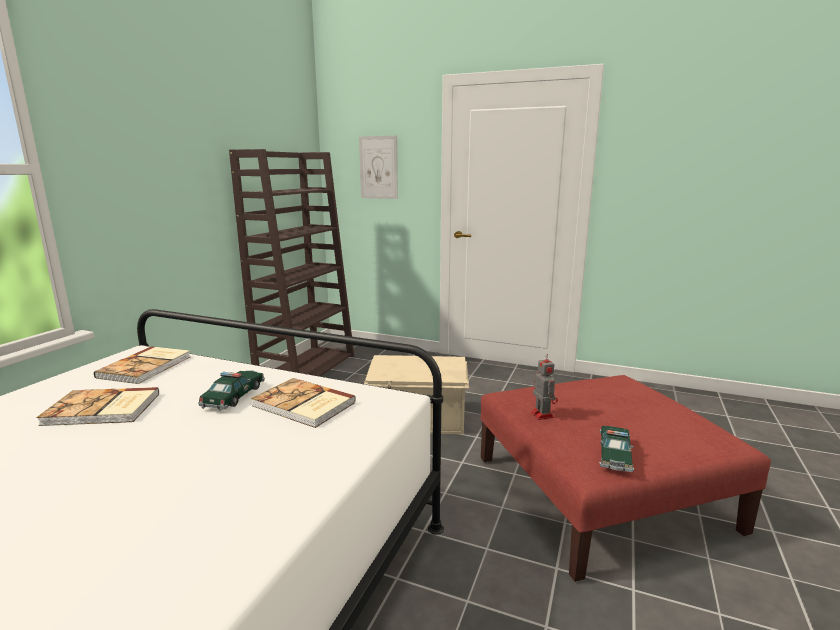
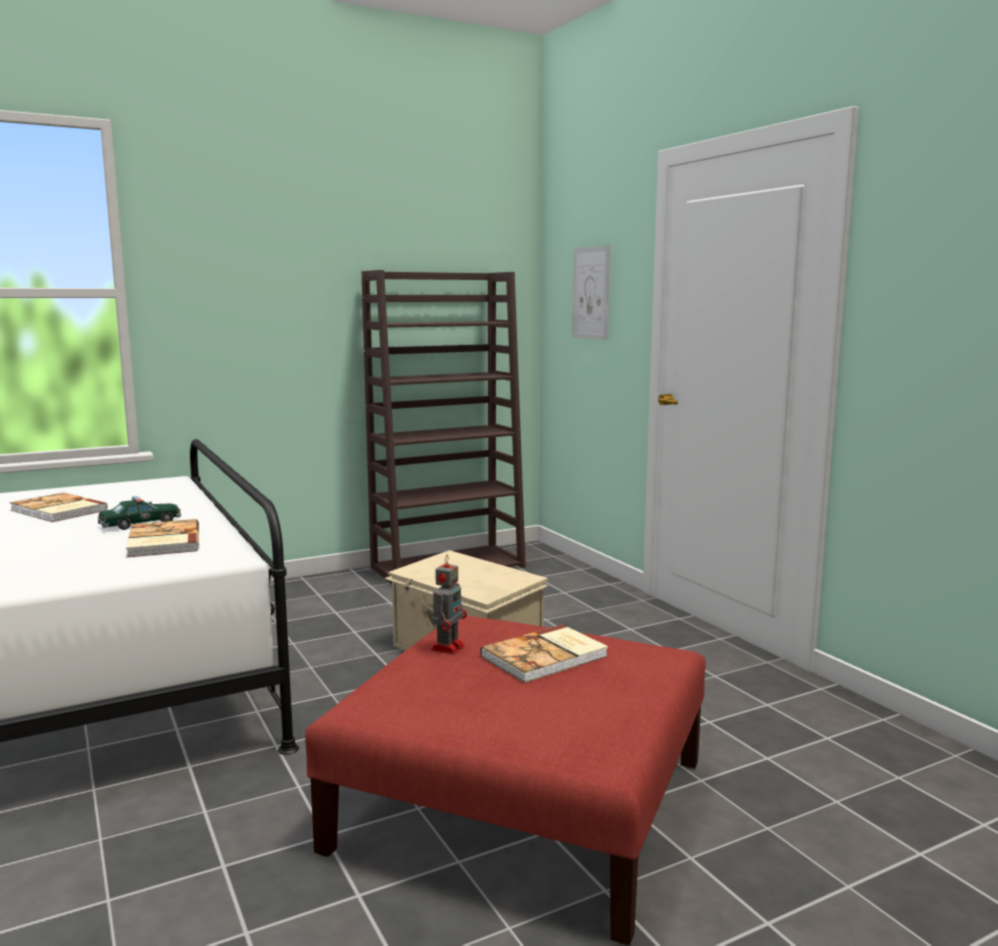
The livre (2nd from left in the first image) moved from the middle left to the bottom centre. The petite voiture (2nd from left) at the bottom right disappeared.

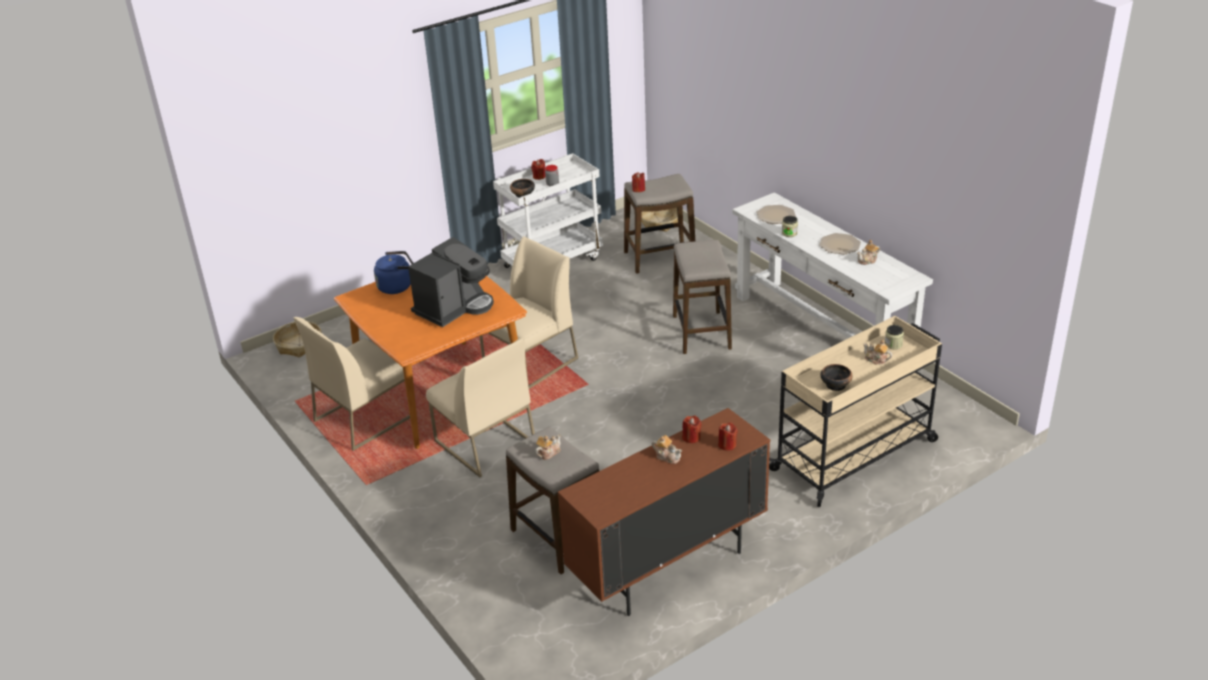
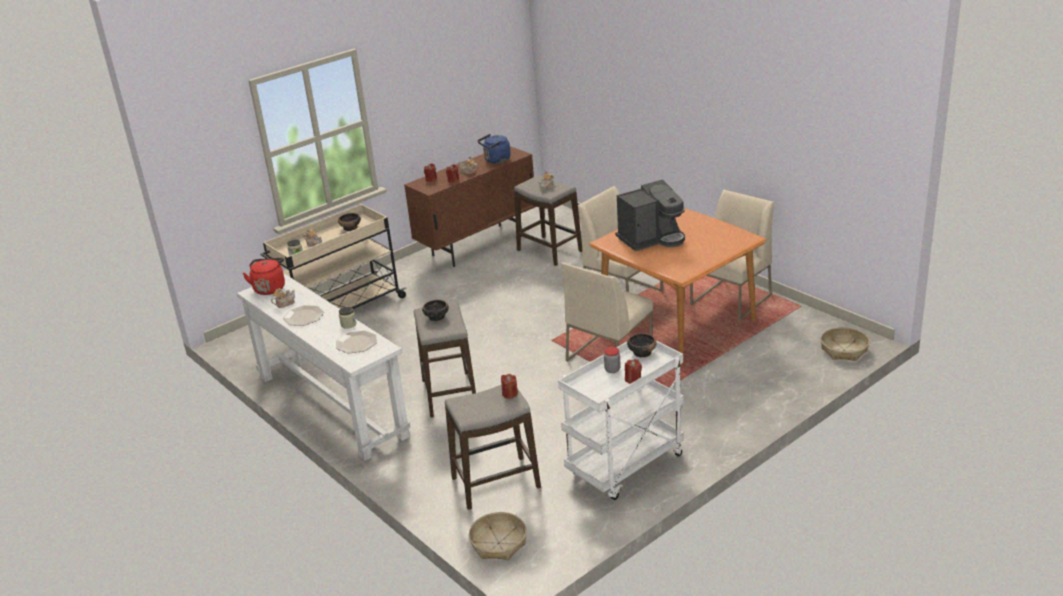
The bouilloire/bleu moved from the middle left to the top centre. The machine à café at the centre turned 150 degrees counterclockwise. The bouilloire/rouge at the middle left appeared. The bol (2nd from left) at the centre appeared.

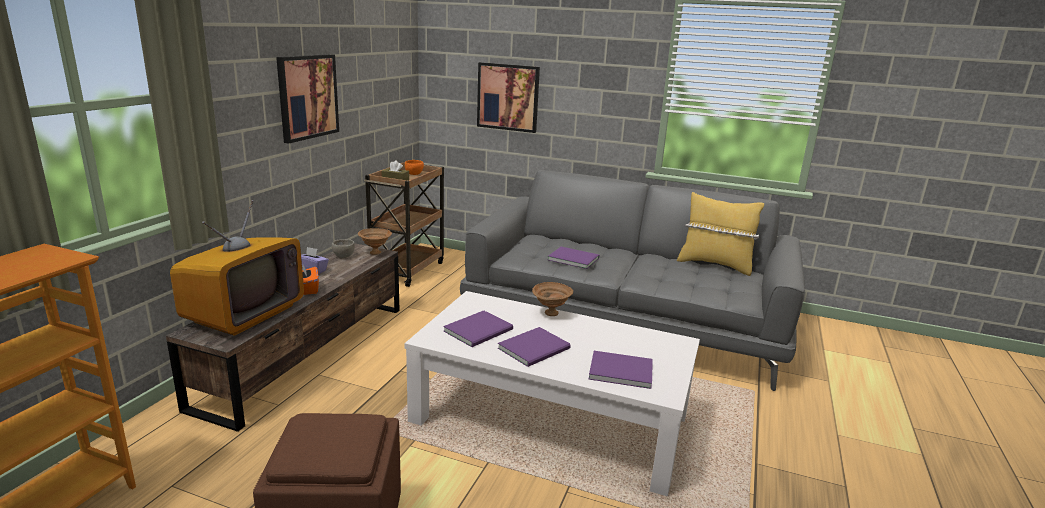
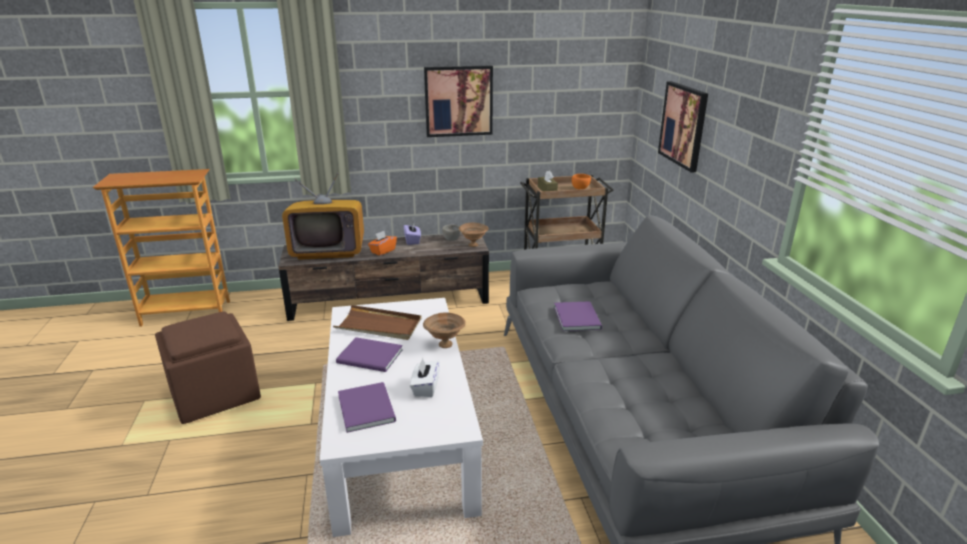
The livre/violet (1st from left) at the centre was replaced by the plateau/marron at the centre. The coussin/jaune at the middle right disappeared. The boîte à mouchoirs/blanc at the bottom centre appeared.

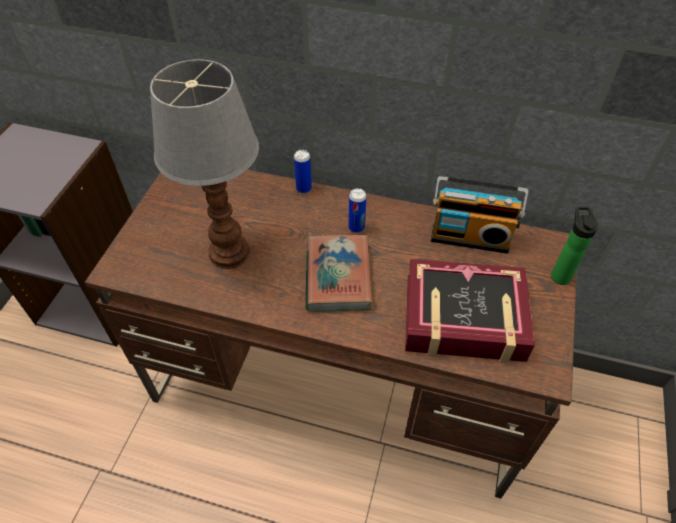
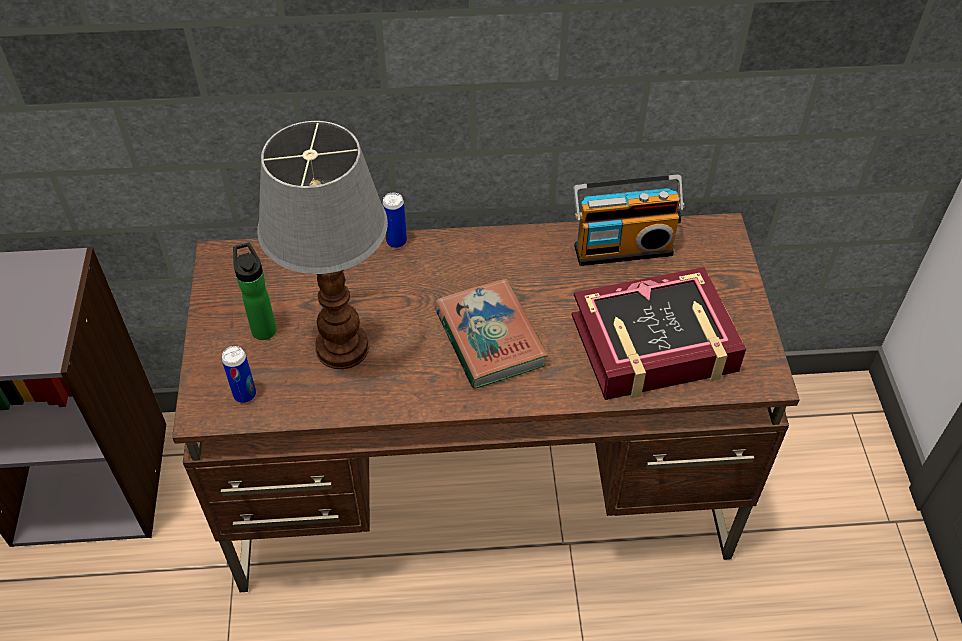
The boîte métallique (2nd from left in the first image) moved from the centre to the middle left. The bouteille moved from the middle right to the middle left.

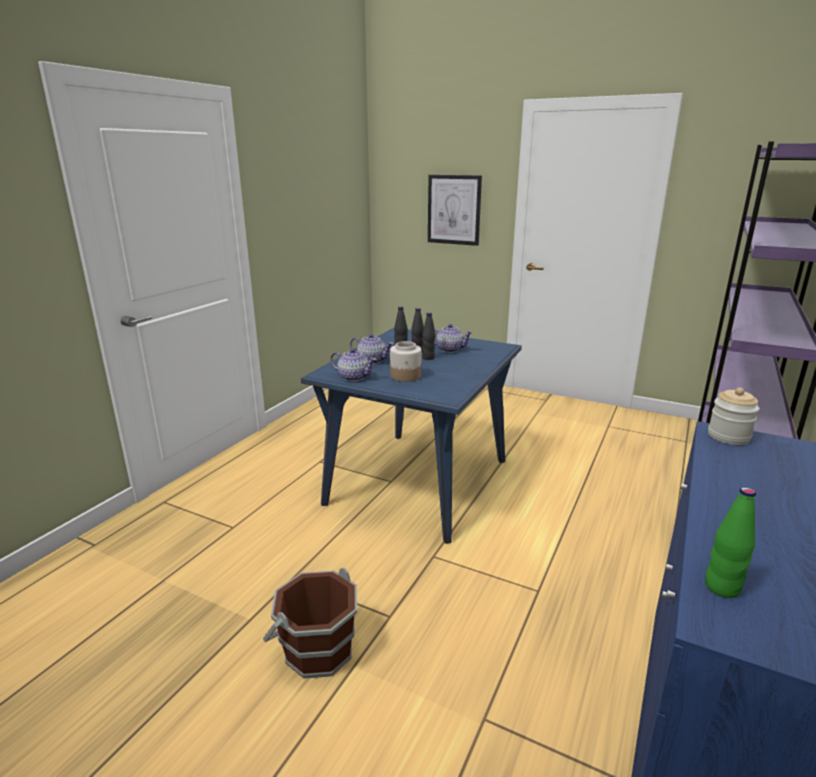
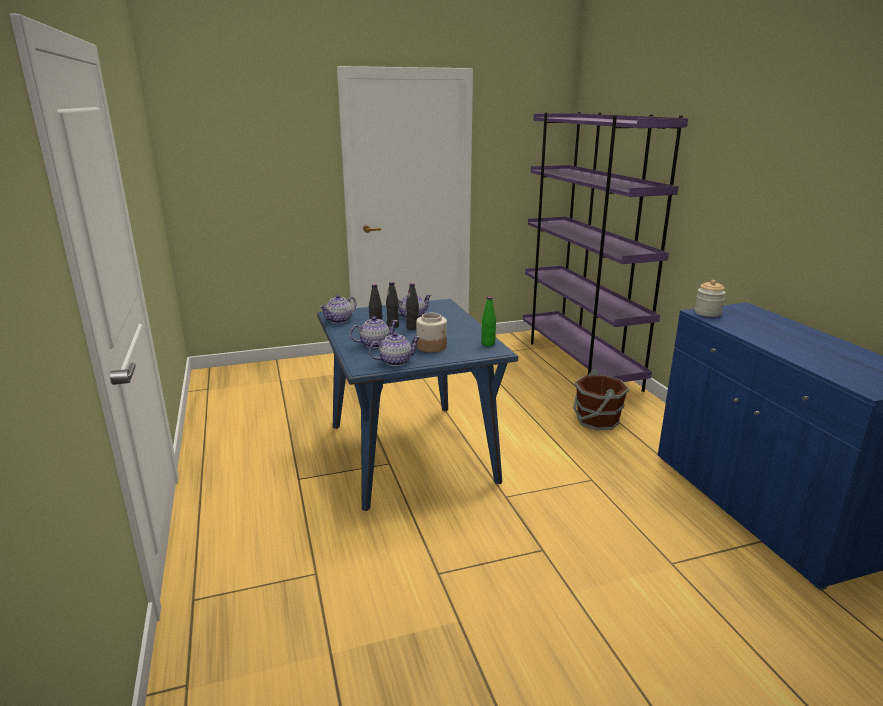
The seau/marron moved from the bottom centre to the middle right. The tableau at the top centre disappeared. The bouteille/vert moved from the bottom right to the centre. The théière (1st from left) at the centre appeared.

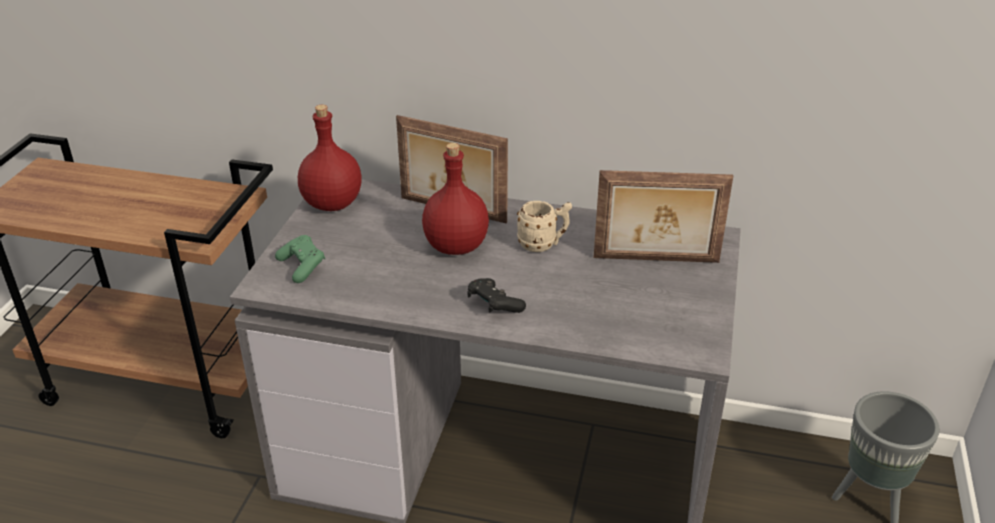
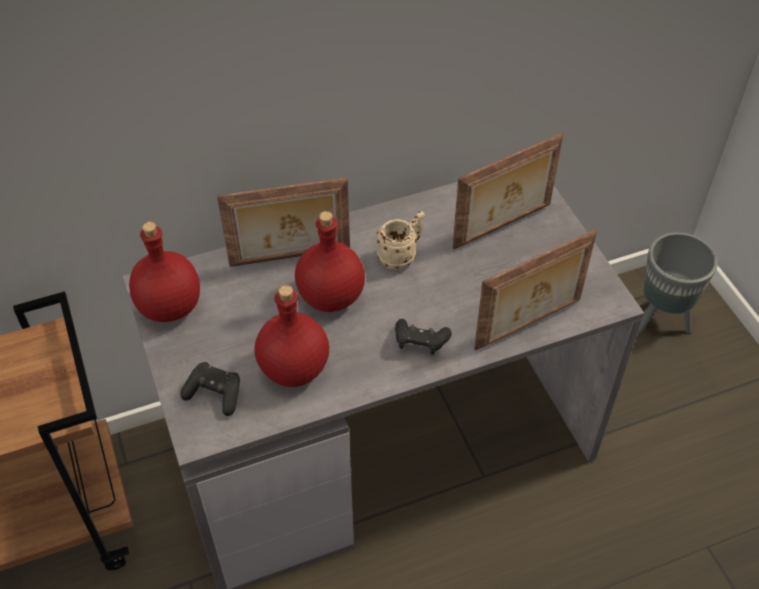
The manette/vert at the middle left became the manette/noir (1st from left) at the middle left. The bouteille/rouge (2nd from left) at the centre appeared. The cadre photo (3rd from left) at the middle right appeared.

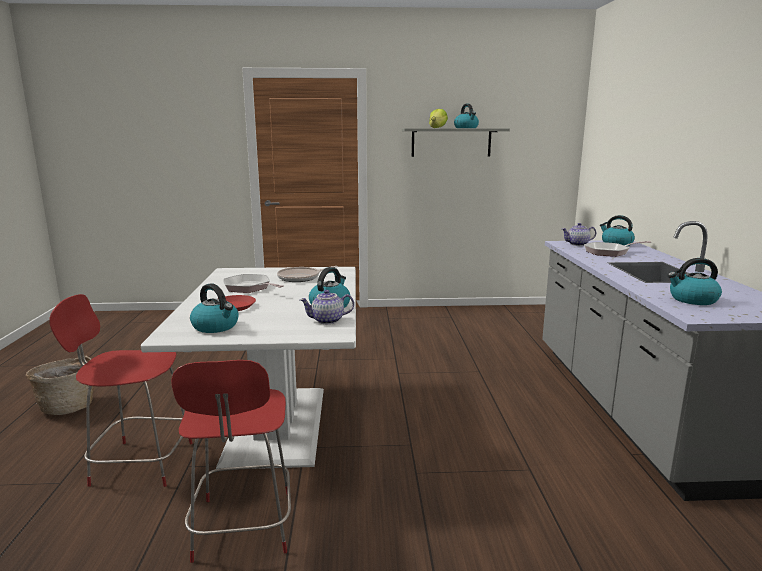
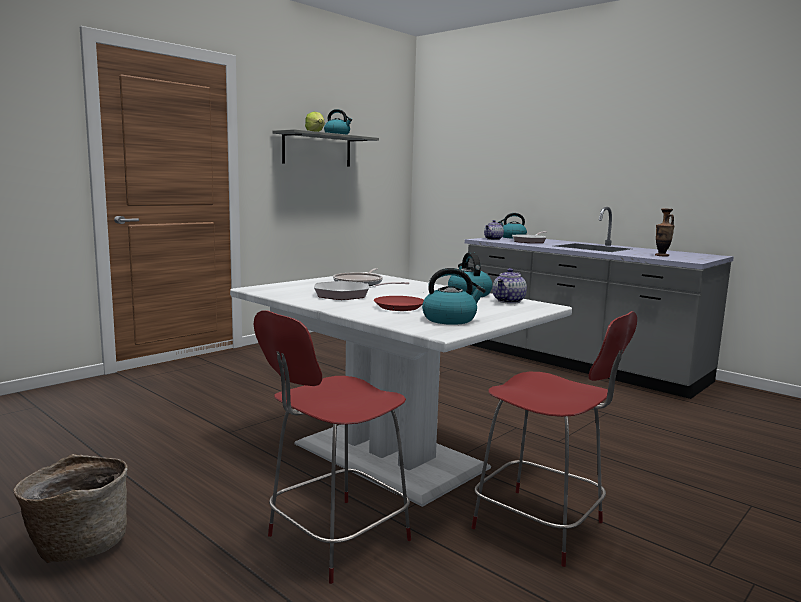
The bouilloire (5th from left) at the middle right was replaced by the vase at the middle right.

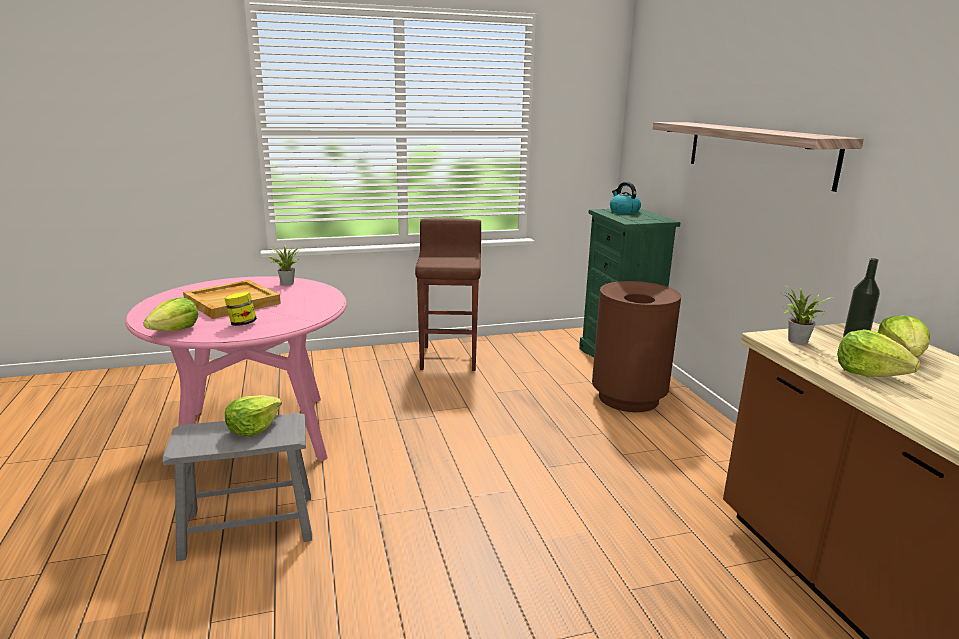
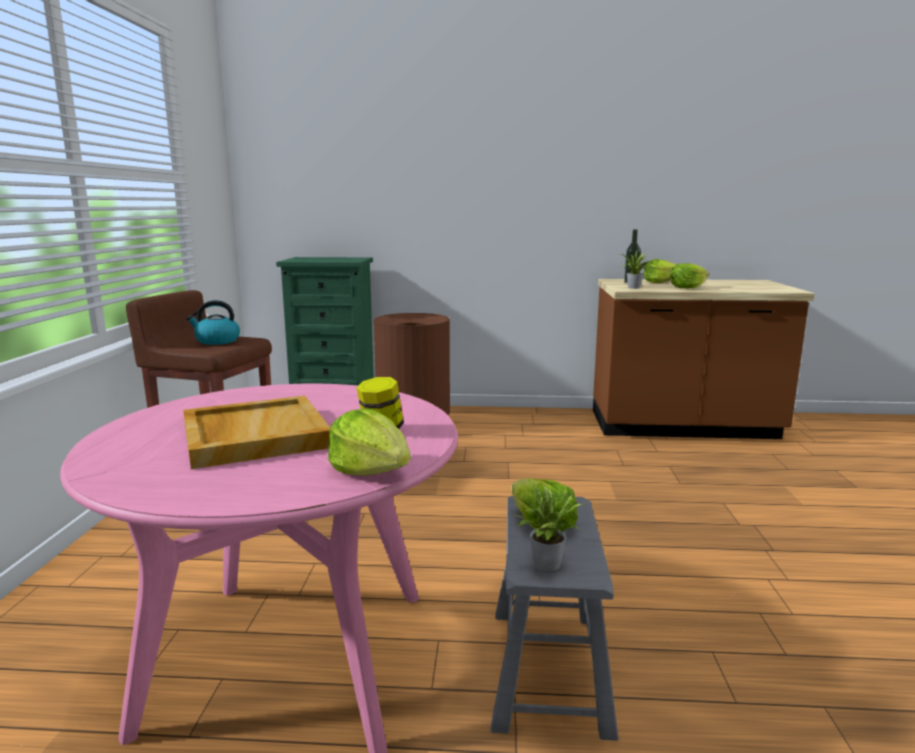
The plante en pot (1st from left) moved from the middle left to the bottom centre. The bouilloire moved from the top centre to the middle left. The étagère at the top right disappeared.

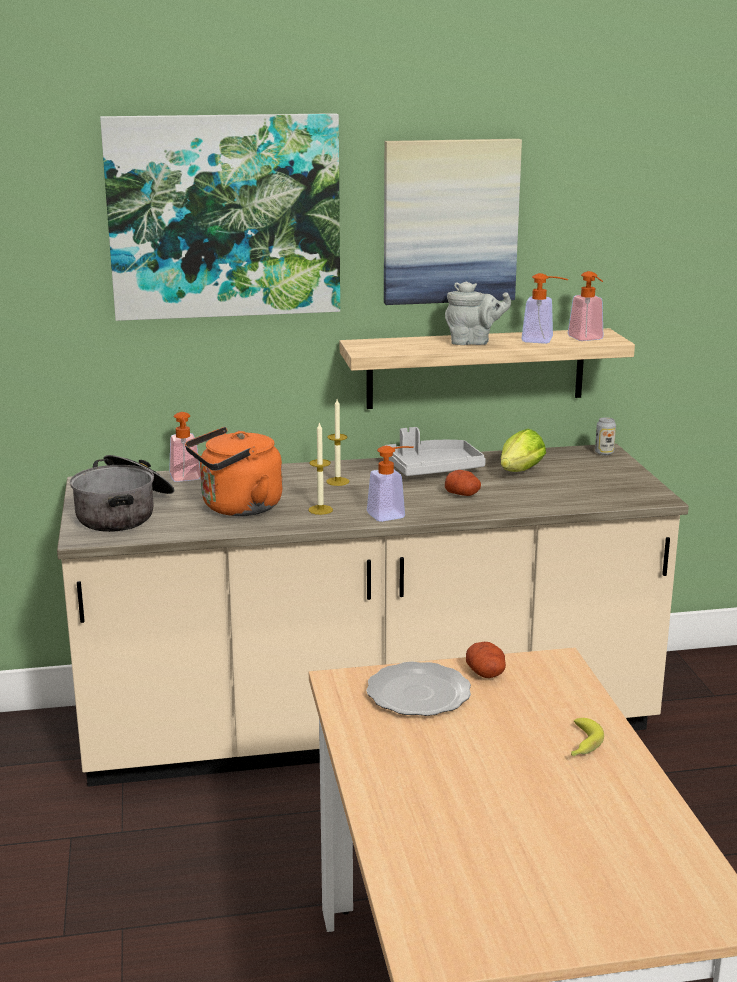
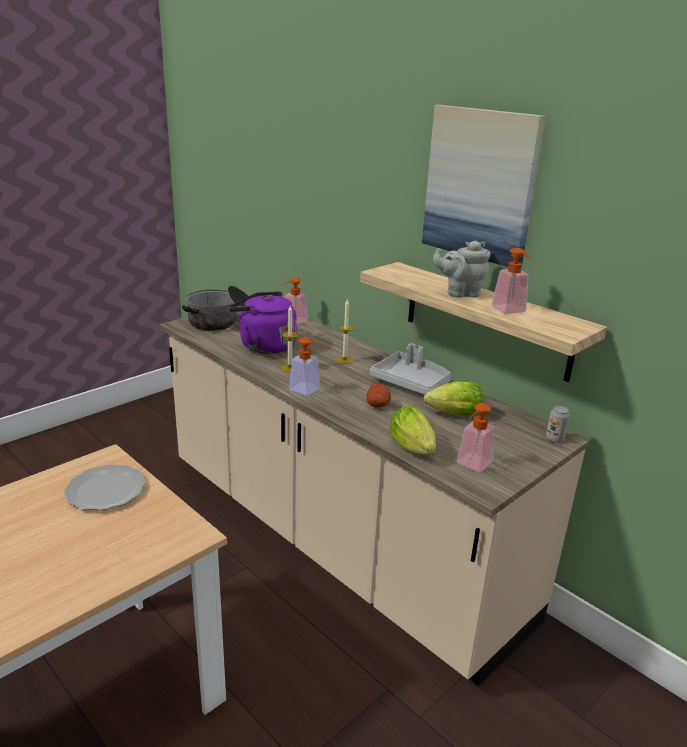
The tableau (1st from left) at the top left disappeared. The bouilloire/orange at the middle left became the bouilloire/violet at the centre. The théière/gris at the top centre turned 120 degrees clockwise. The pomme de terre (2nd from left) at the bottom centre disappeared. The distributeur de savon (4th from left in the first image) moved from the top right to the middle right. The banane at the bottom right disappeared. The laitue (1st from left) at the centre appeared.

